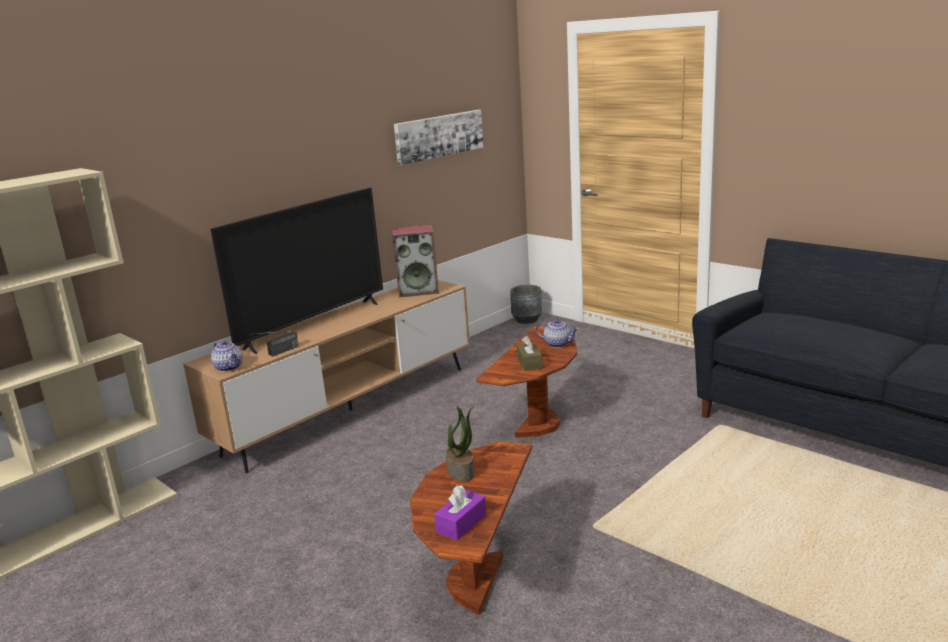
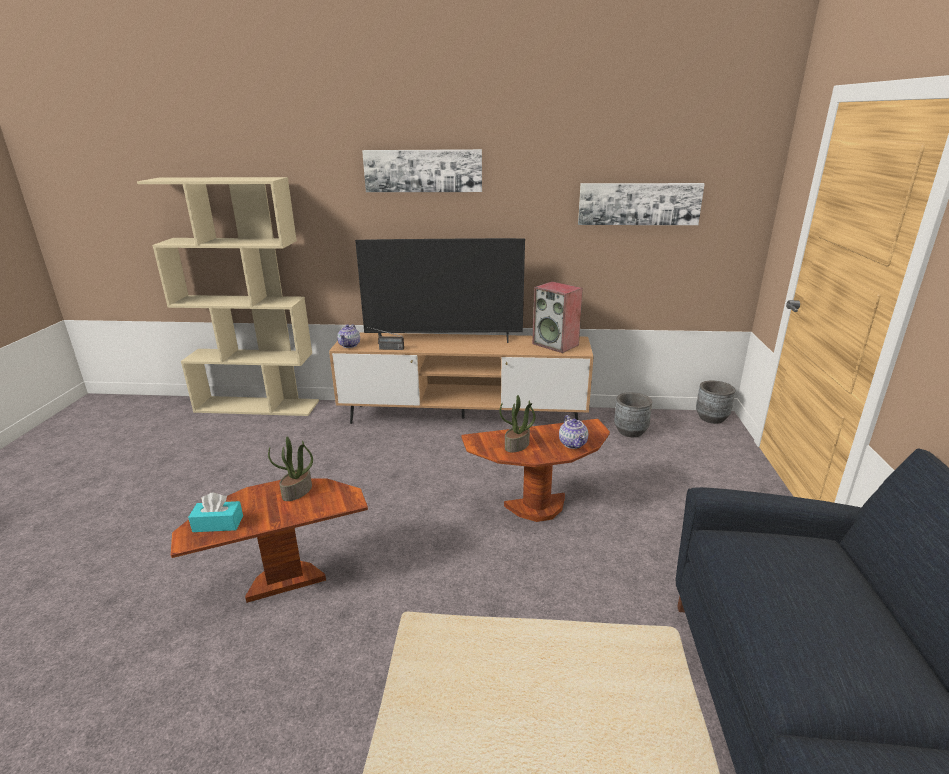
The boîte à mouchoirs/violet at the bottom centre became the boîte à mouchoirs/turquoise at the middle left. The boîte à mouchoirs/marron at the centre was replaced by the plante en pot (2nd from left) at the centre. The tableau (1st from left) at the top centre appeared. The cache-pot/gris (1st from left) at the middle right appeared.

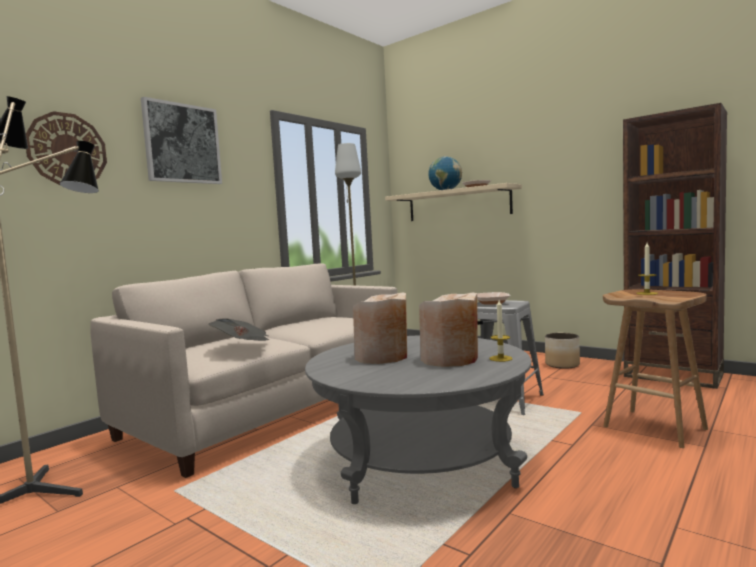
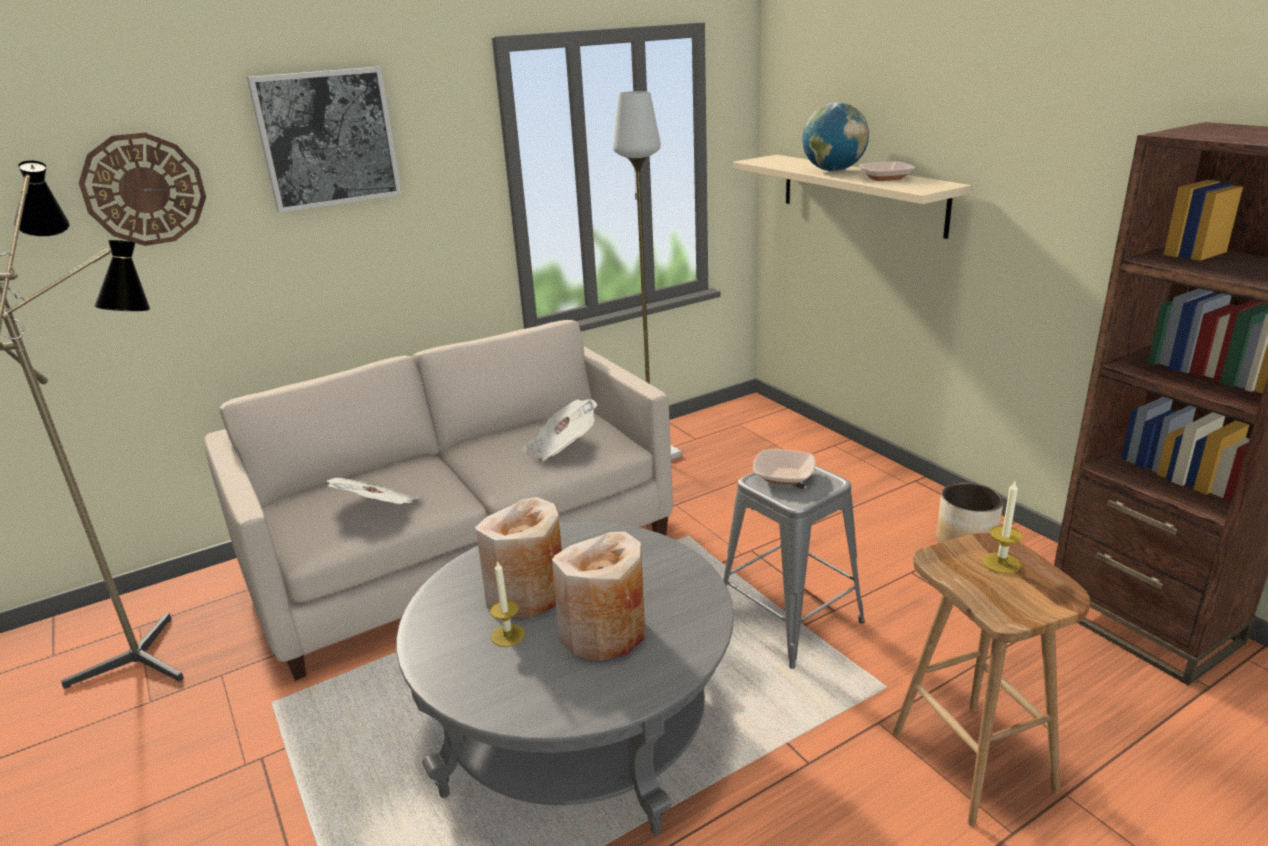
The bougie (1st from left) moved from the centre to the bottom centre. The journal (2nd from left) at the centre appeared.

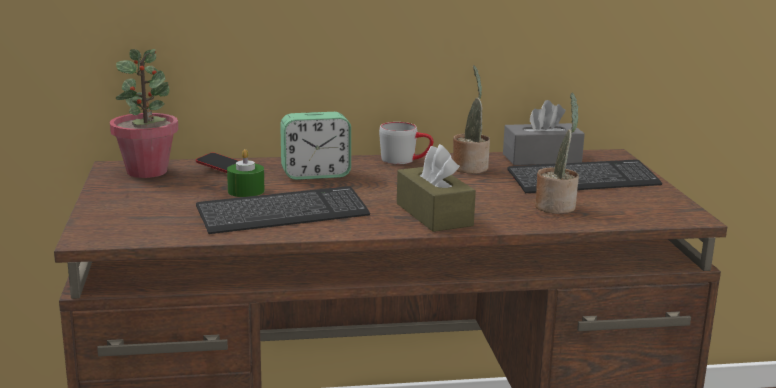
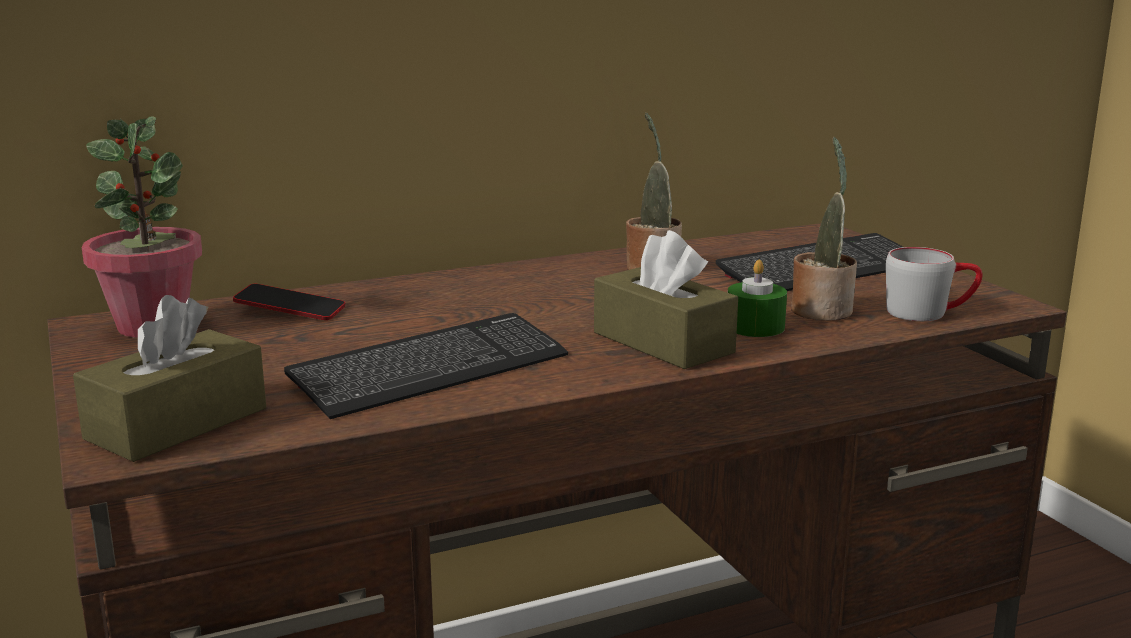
The bougie/vert moved from the middle left to the middle right. The réveil at the centre disappeared. The mug/gris moved from the centre to the middle right. The boîte à mouchoirs/gris at the middle right disappeared. The boîte à mouchoirs/marron (1st from left) at the middle left appeared.

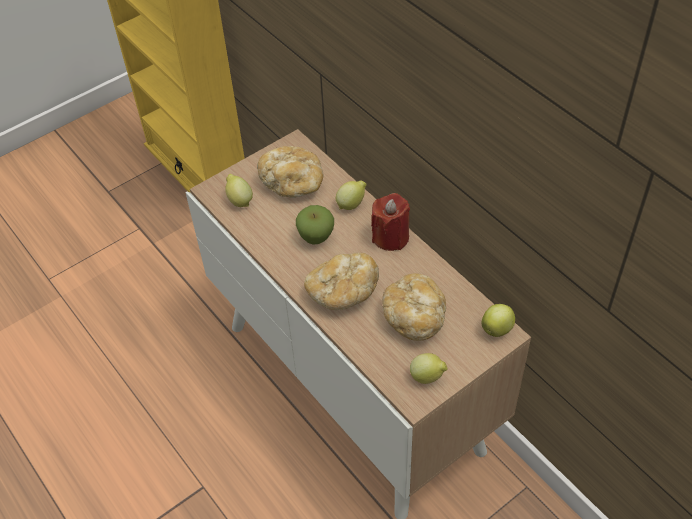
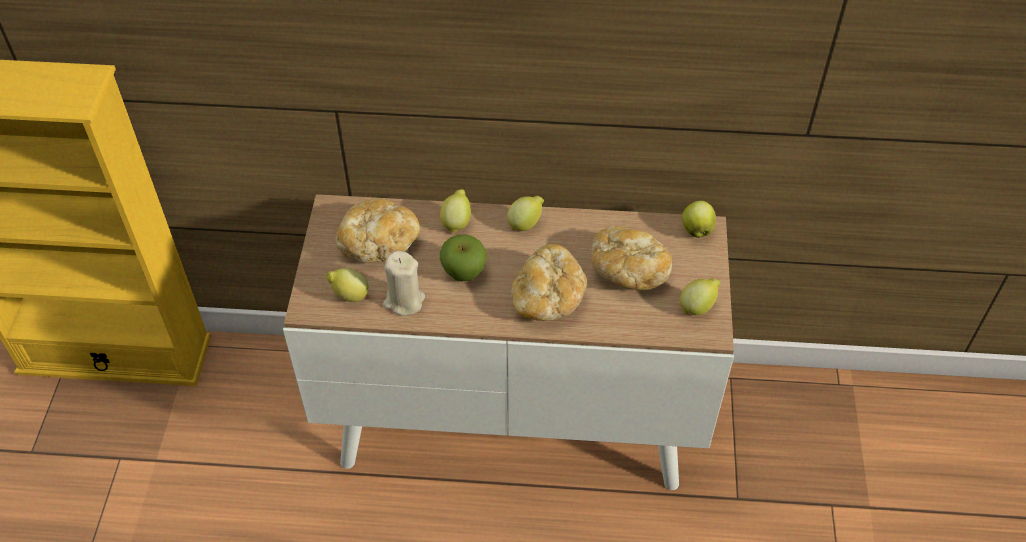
The bougie/rouge at the centre was replaced by the citron (3rd from left) at the centre. The bougie/beige at the centre appeared.

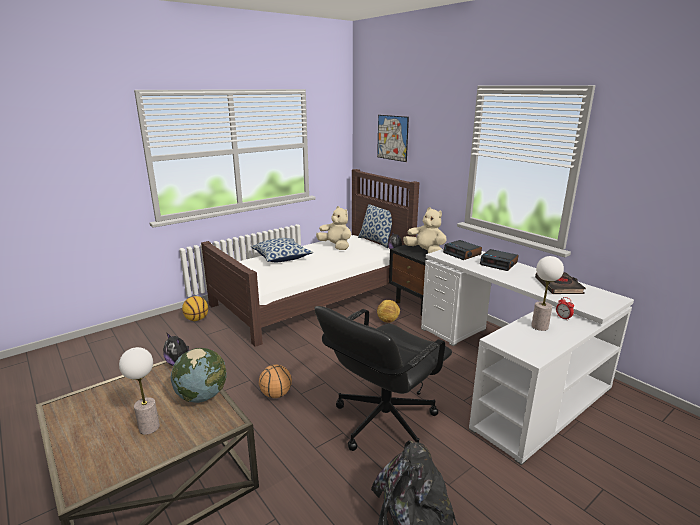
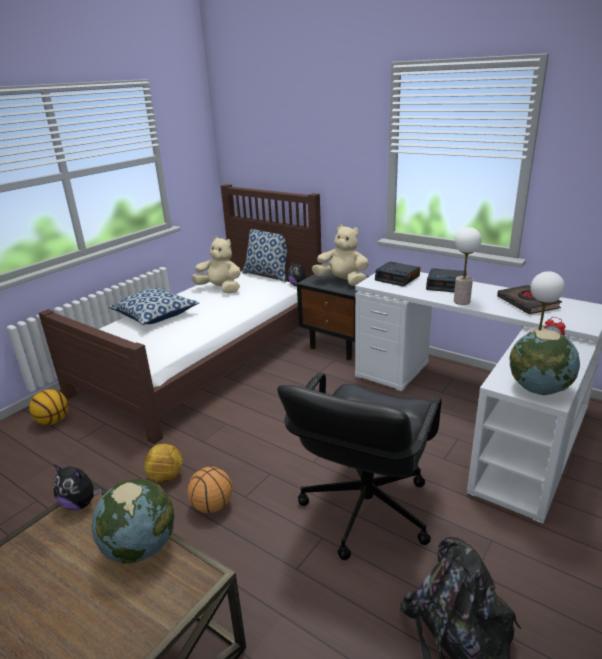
The lampe de table (1st from left) moved from the bottom left to the middle right. The tableau at the top centre disappeared. The ballon de foot moved from the centre to the bottom left. The globe (2nd from left) at the middle right appeared.

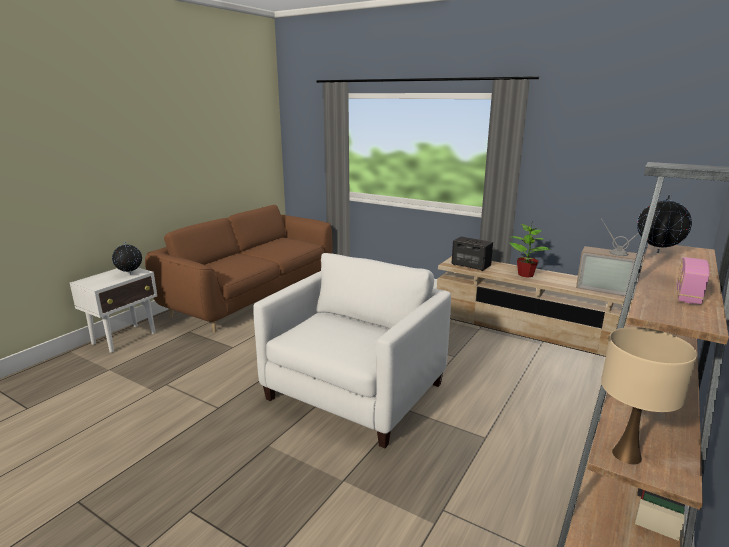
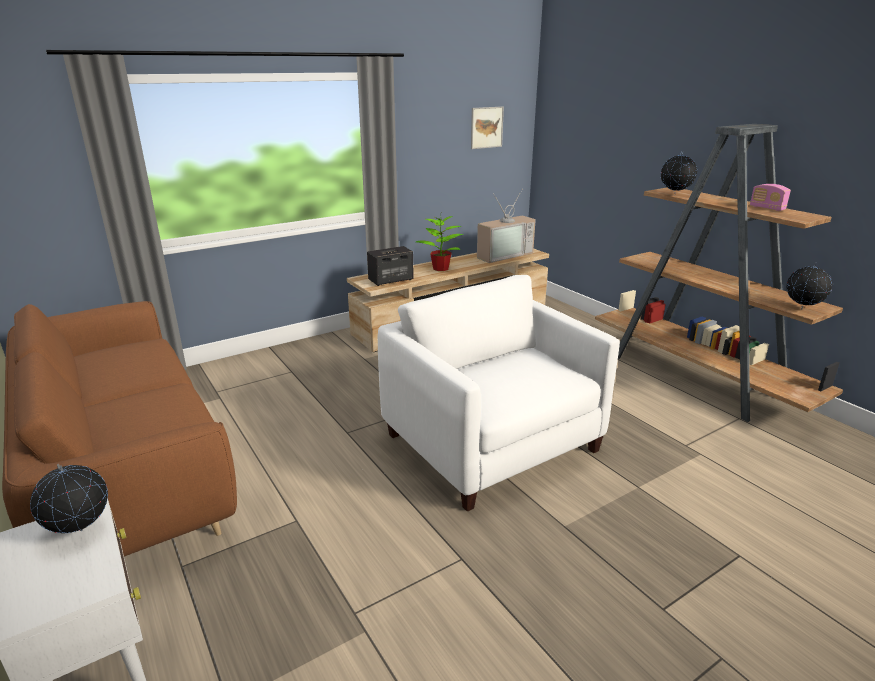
The lampe de table/beige at the bottom right was replaced by the globe (3rd from left) at the middle right. The tableau at the top centre appeared.

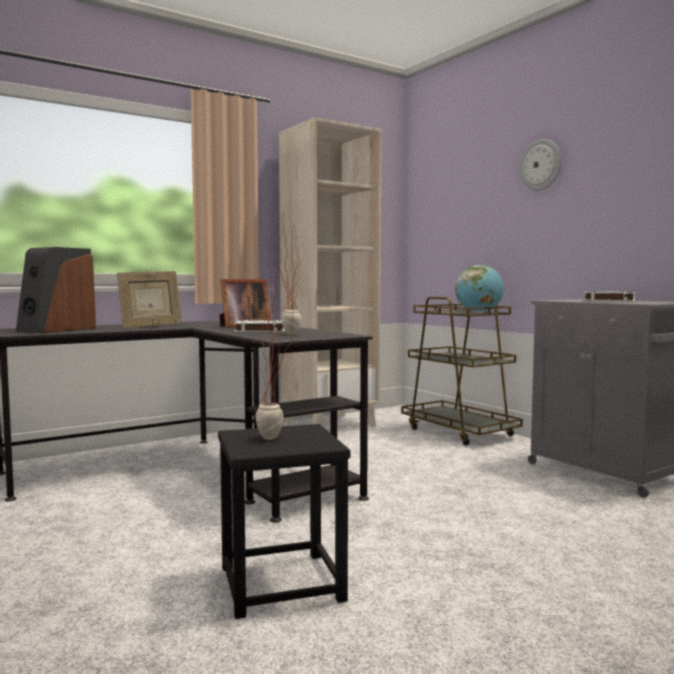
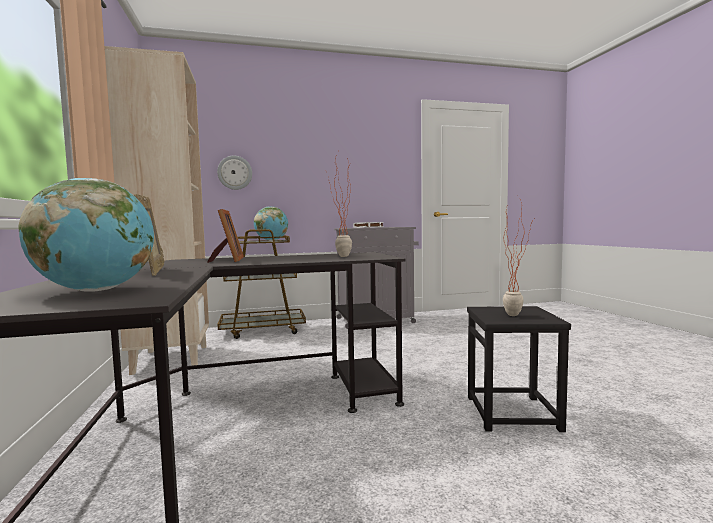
The enceinte at the middle left was replaced by the globe (1st from left) at the middle left. The livre/blanc (1st from left) at the centre disappeared. The horloge murale moved from the top right to the top left.

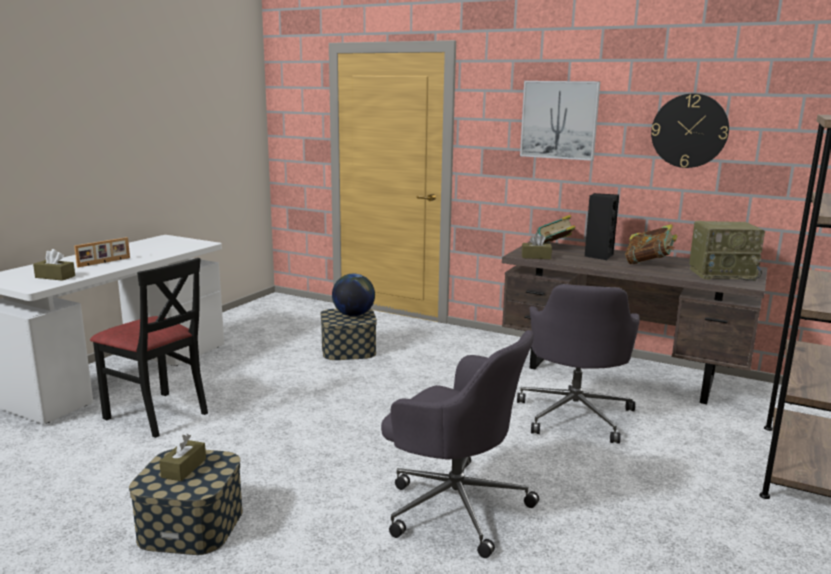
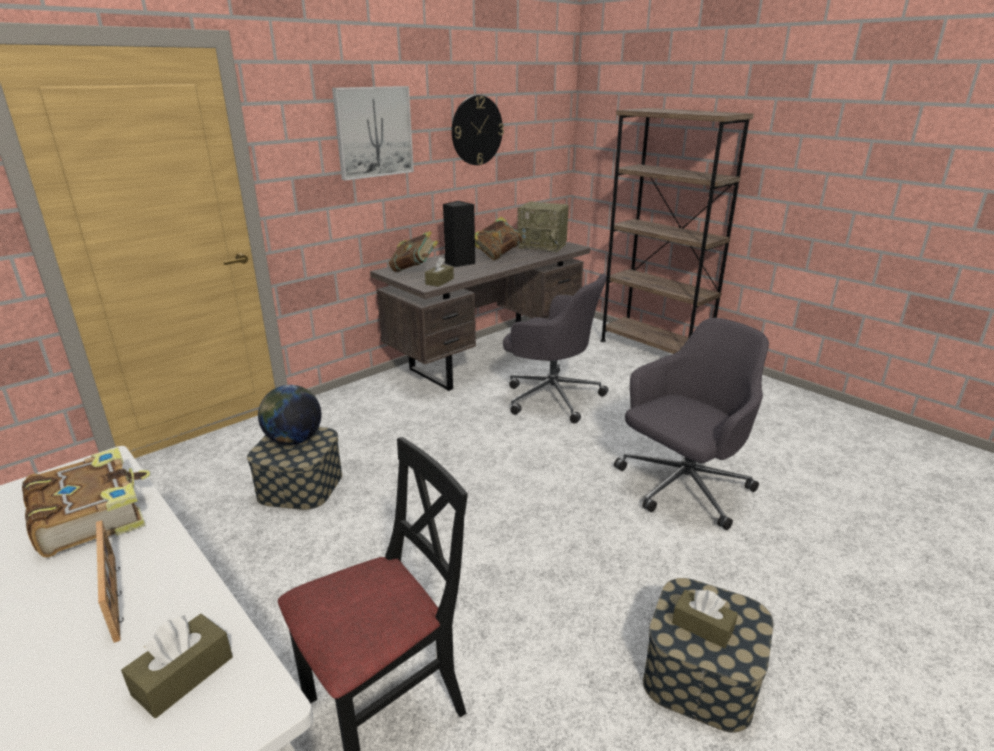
The radio at the middle right turned 90 degrees clockwise. The livre (1st from left) at the bottom left appeared.

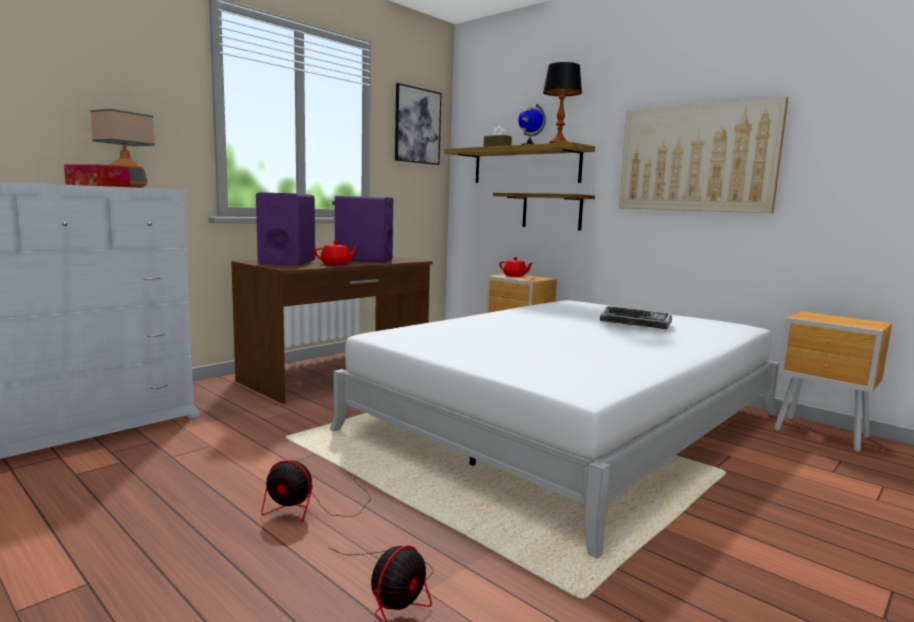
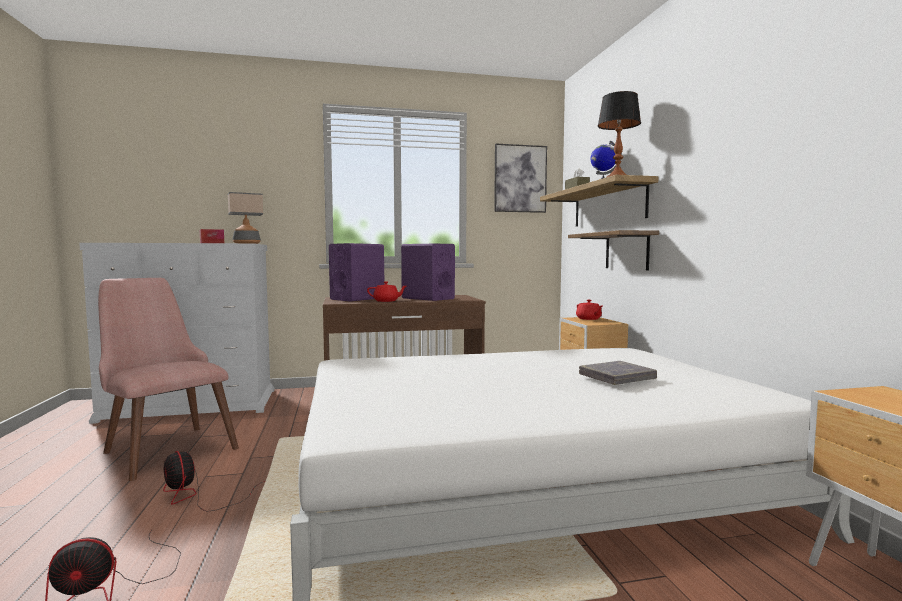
The clavier at the middle right was replaced by the livre/gris at the middle right. The tableau (2nd from left) at the top right disappeared. The chaise/rose at the middle left appeared.

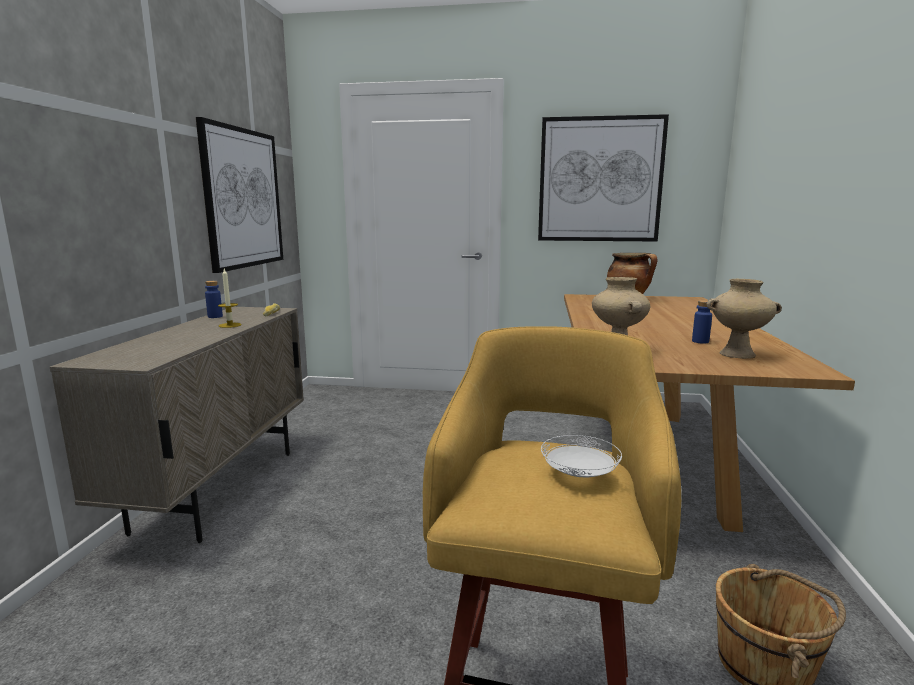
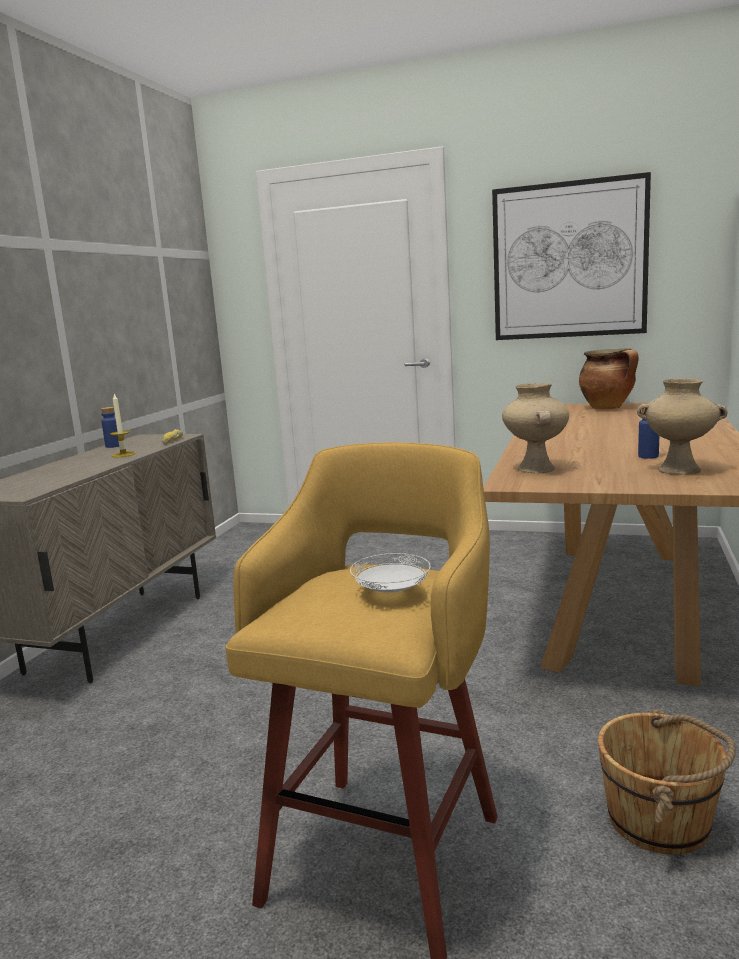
The tableau (1st from left) at the top left disappeared.

